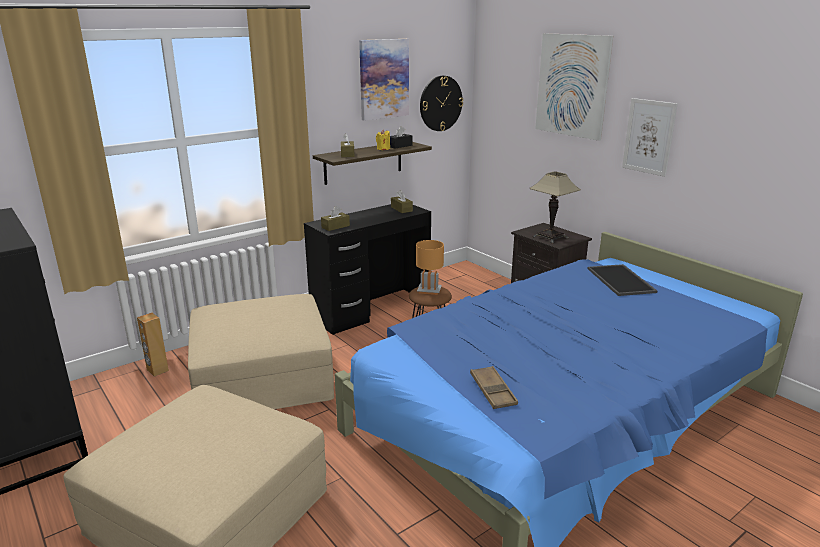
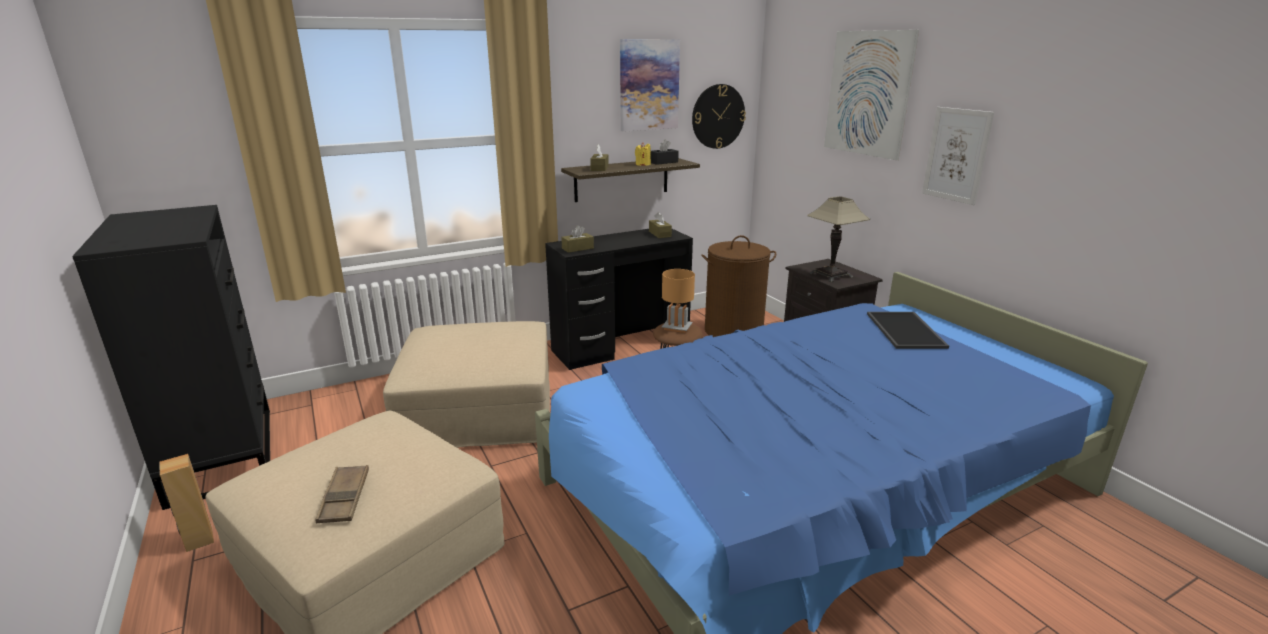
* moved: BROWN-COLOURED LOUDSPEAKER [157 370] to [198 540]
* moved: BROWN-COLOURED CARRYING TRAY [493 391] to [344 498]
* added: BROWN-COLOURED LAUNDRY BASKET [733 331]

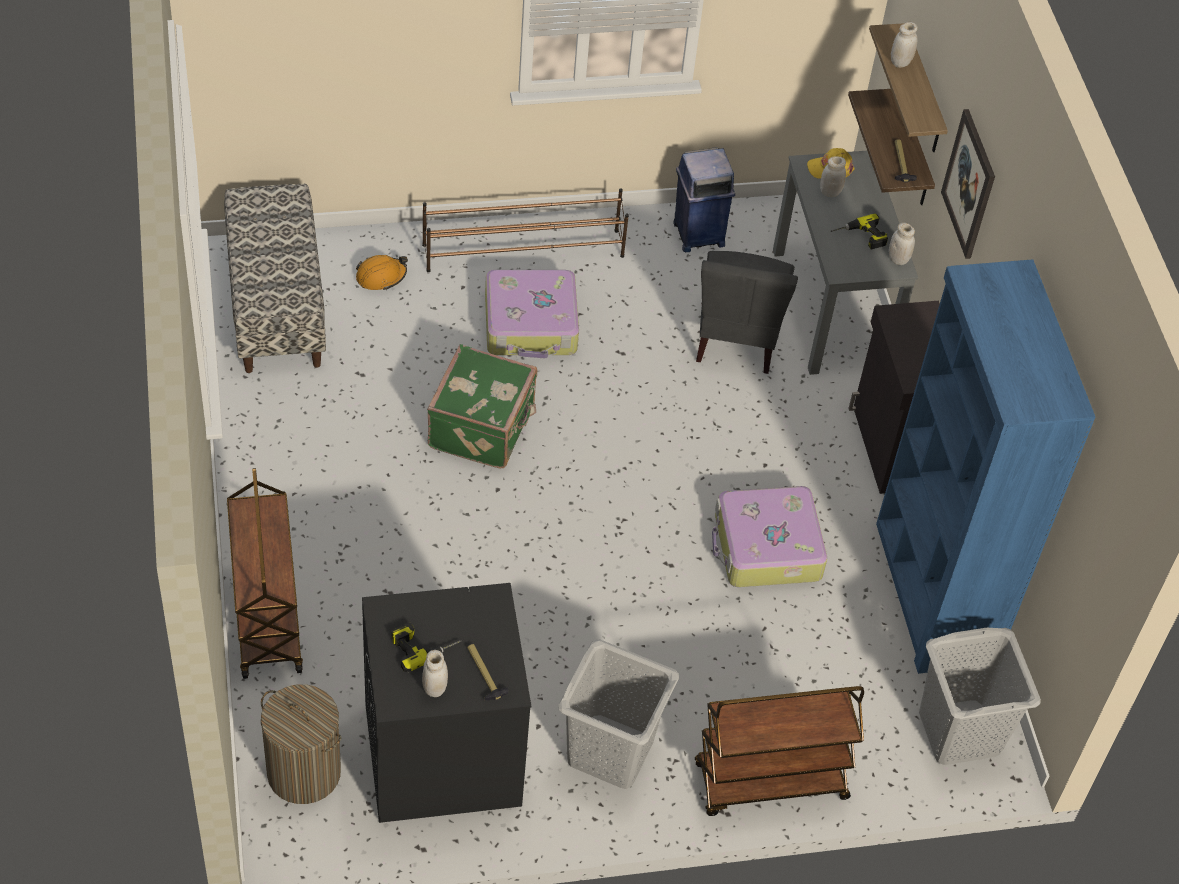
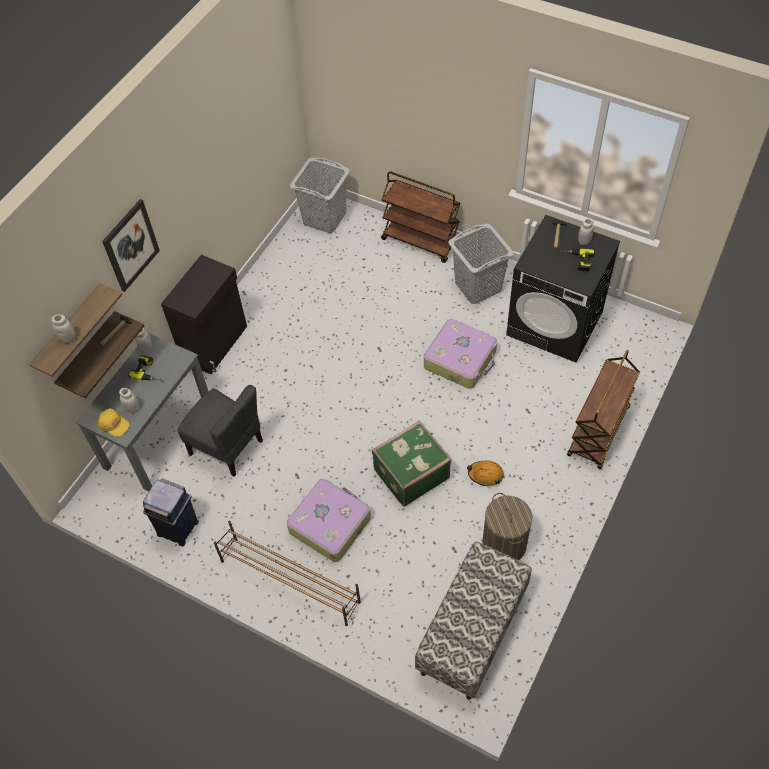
* turned: GREY UPRIGHT CHAIR [737 338] = [227 447] 75 degrees clockwise
* moved: ORANGE-COLOURED HARD HAT [381 276] to [485 474]
* removed: BLUISH BOOKCASE [933 593]
* moved: TRAVEL CASE [766 548] to [461 359]
* moved: LAUNDRY BASKET [304 772] to [504 544]

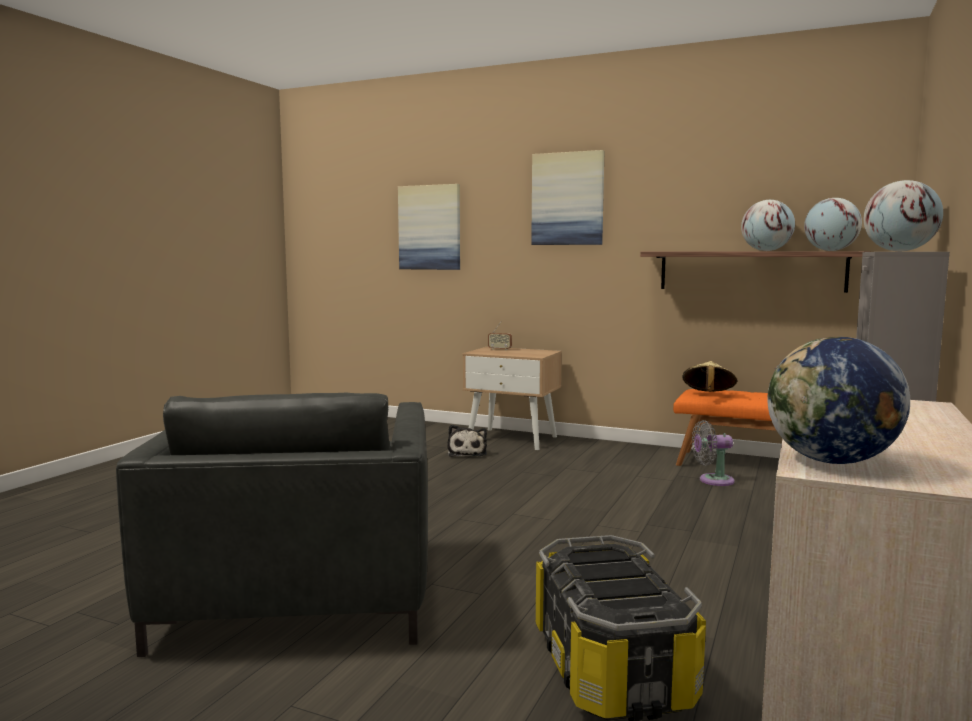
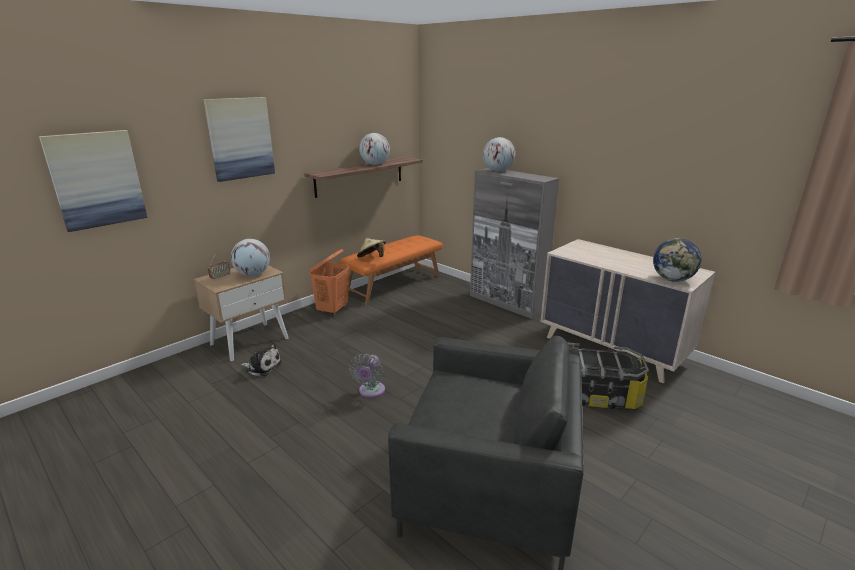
* moved: DESK GLOBE [830 251] to [253 274]
* moved: GREY ELECTRIC FAN [712 480] to [370 391]
* added: ORANGE-COLOURED LAUNDRY BASKET [333 310]

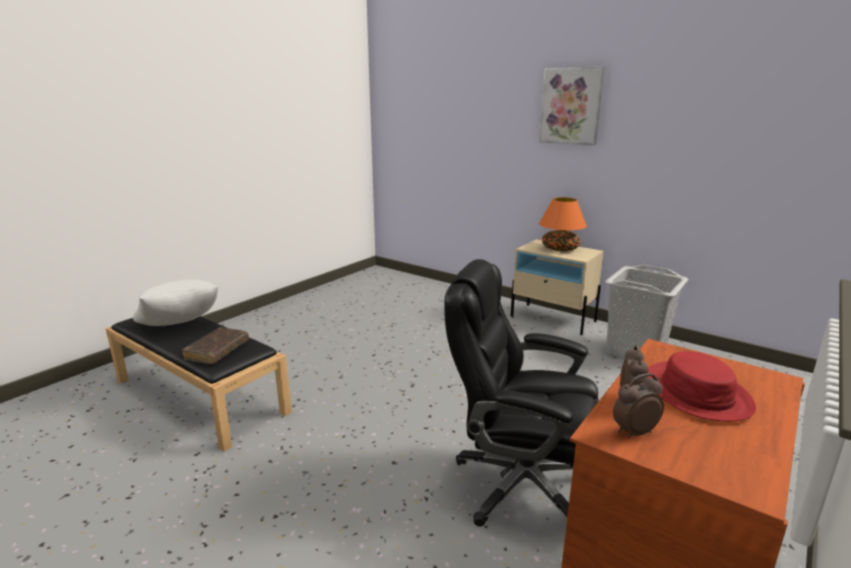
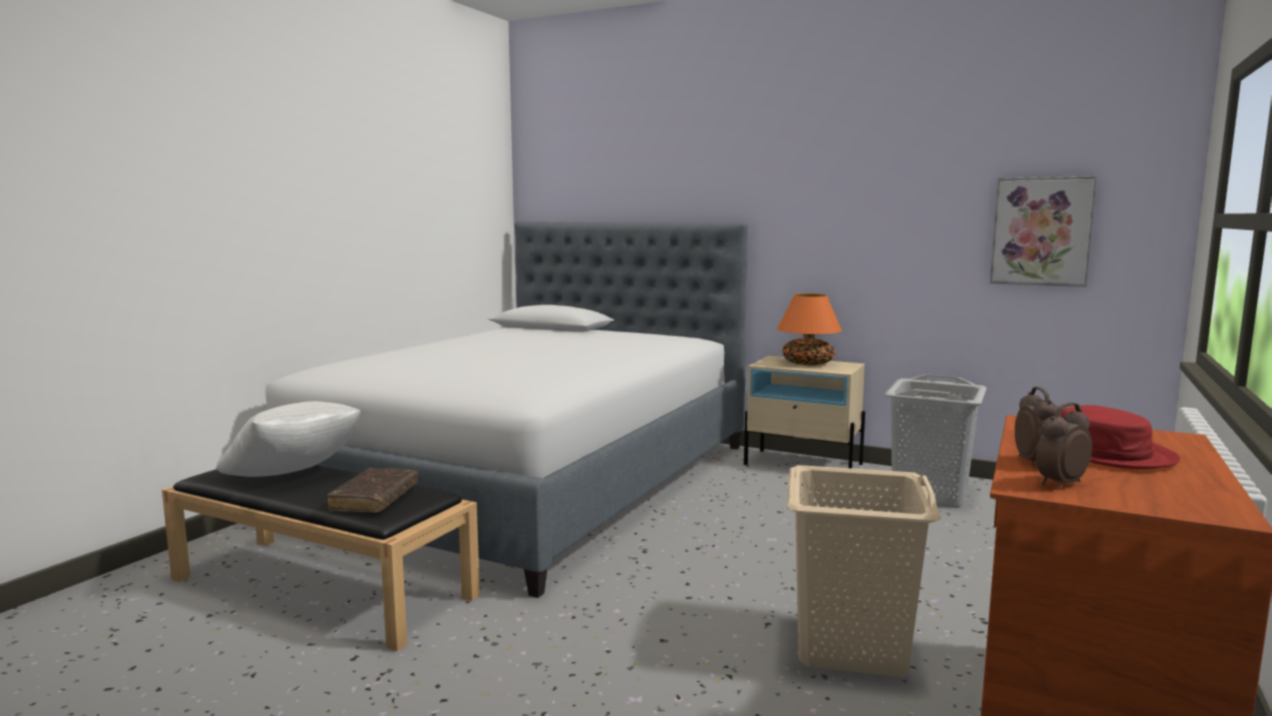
* moved: WALL PICTURE [571 106] to [1041 231]
* replaced: BLACKISH OFFICE CHAIR [519 484] to BEIGE LAUNDRY BASKET [849 647]
* added: BEDROOM BED [530 480]

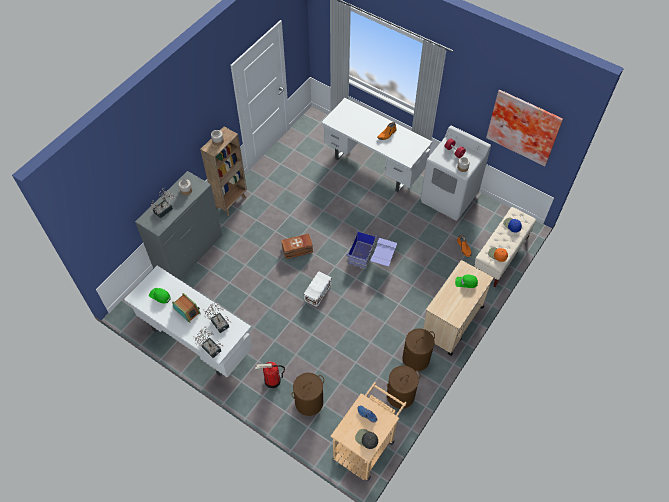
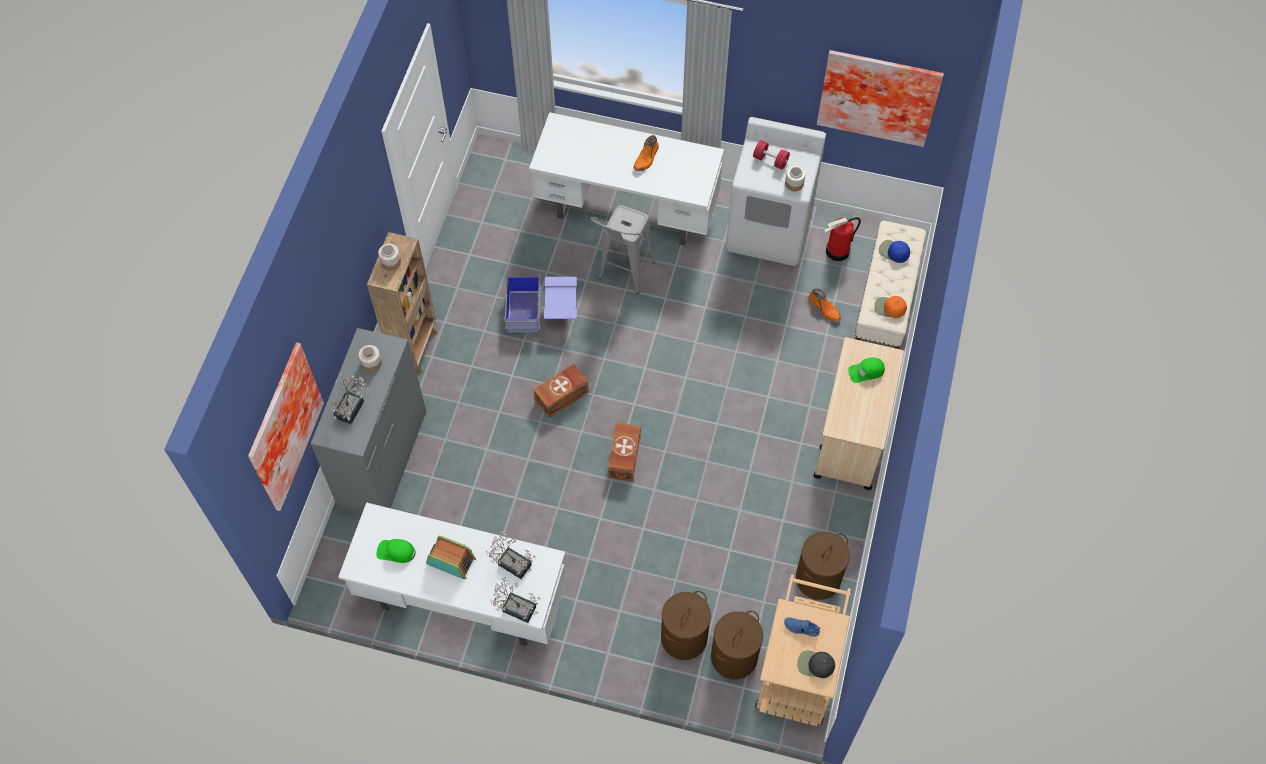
* moved: BLUISH STORAGE BOX [371 258] to [542 312]
* recoloured: WHITE-COLOURED STORAGE BOX [317 292] to BROWN-COLOURED STORAGE BOX [623 457]
* moved: BROWN-COLOURED LAUNDRY BASKET [416 358] to [734 656]
* moved: FIRE EXTINGUISHER [272 381] to [837 251]
* added: GREY SITTING STOOL [623 277]
* added: WALL PICTURE [281 426]

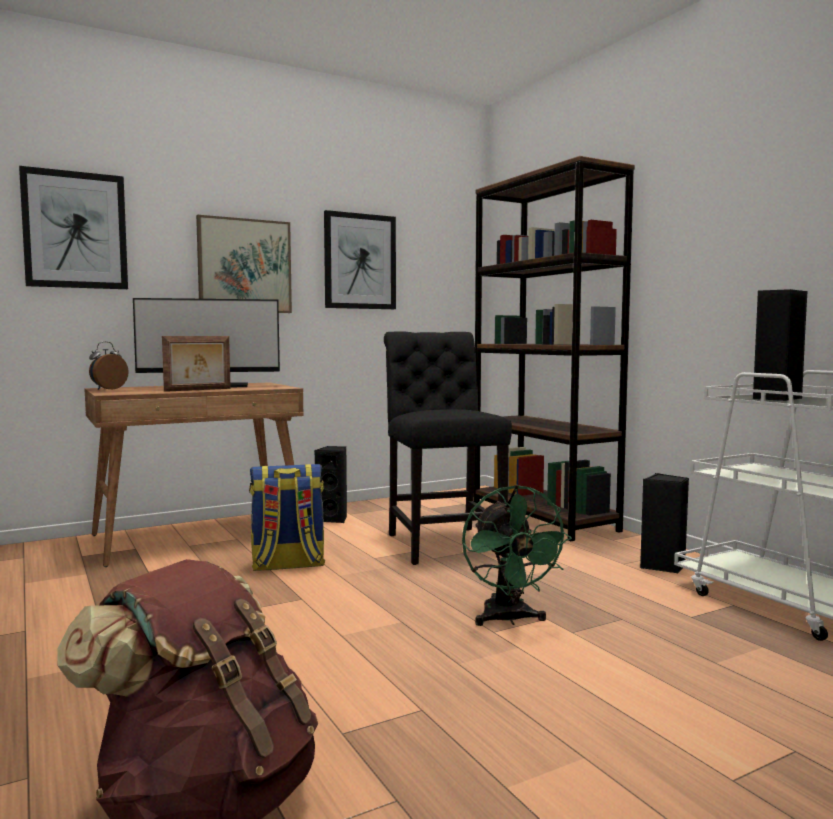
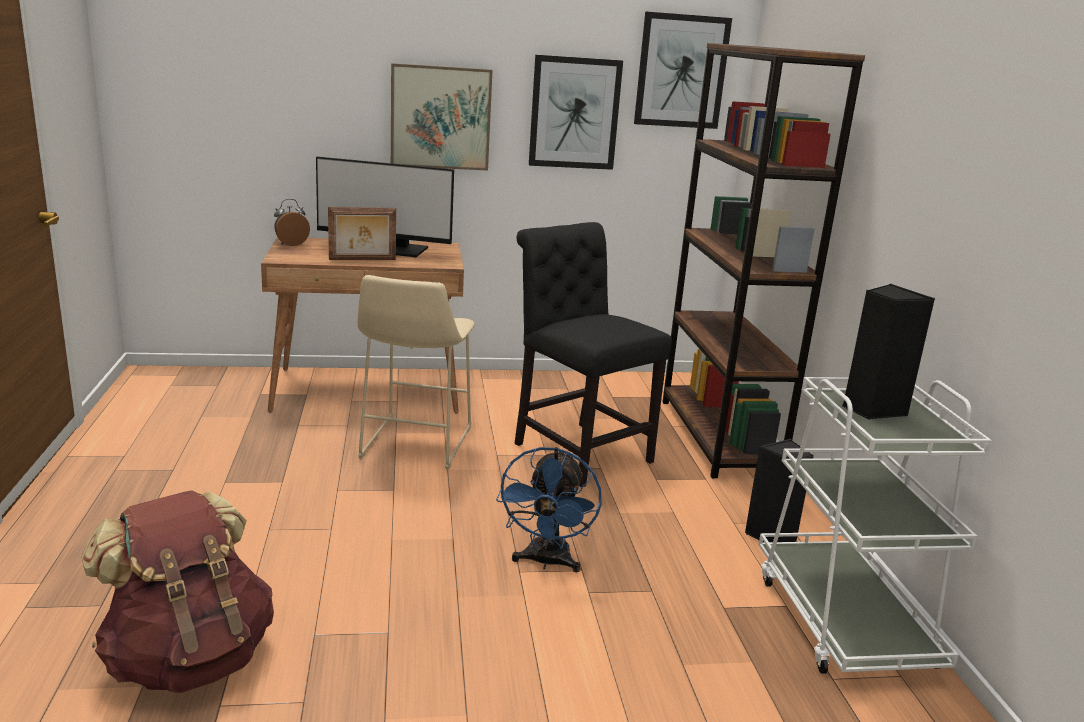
* moved: WALL PICTURE [75 230] to [681 71]
* turned: BLACKISH UPRIGHT CHAIR [442 543] = [578 450] 45 degrees counterclockwise
* removed: BLACKISH LOUDSPEAKER [333 519]
* replaced: RUCKSACK [287 565] to BEIGE SITTING STOOL [414 445]
* recoloured: GREEN-COLOURED ELECTRIC FAN [509 620] to BLUISH ELECTRIC FAN [546 562]

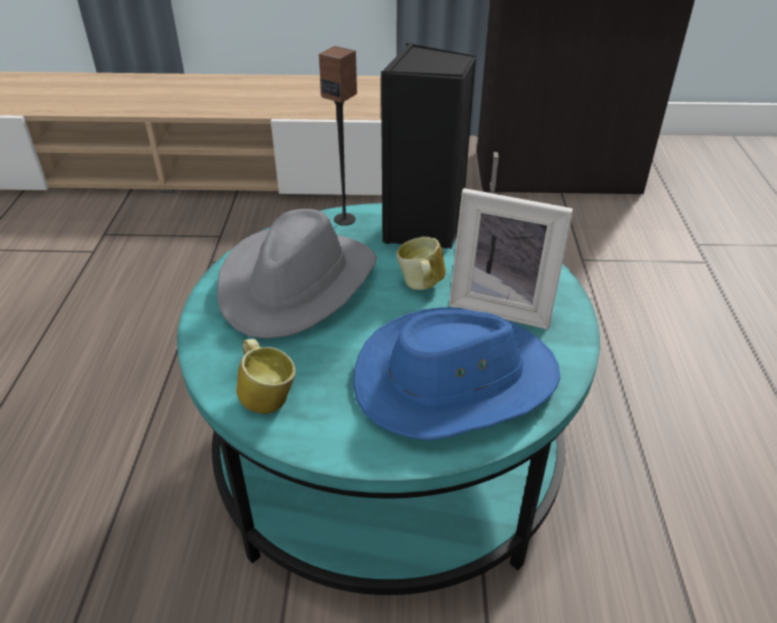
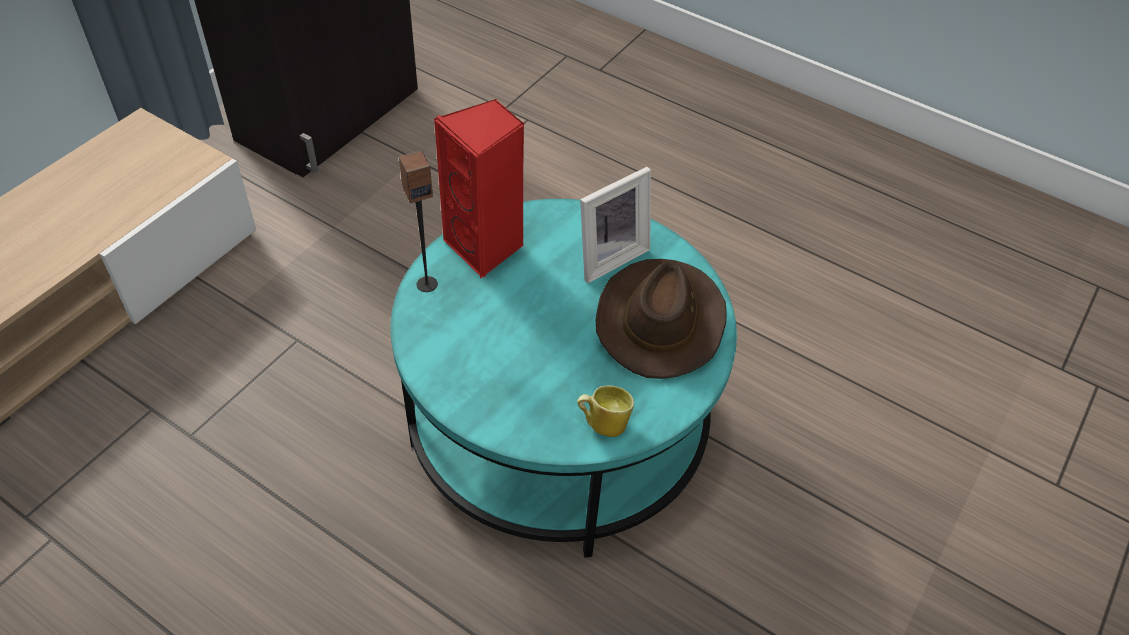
* recoloured: BLACKISH LOUDSPEAKER [423 230] to REDDISH LOUDSPEAKER [486 247]
* removed: GREY WEARABLE HAT [298 284]
* removed: TEA MUG [420 286]
* recoloured: BLUISH WEARABLE HAT [454 380] to BROWN-COLOURED WEARABLE HAT [660 320]

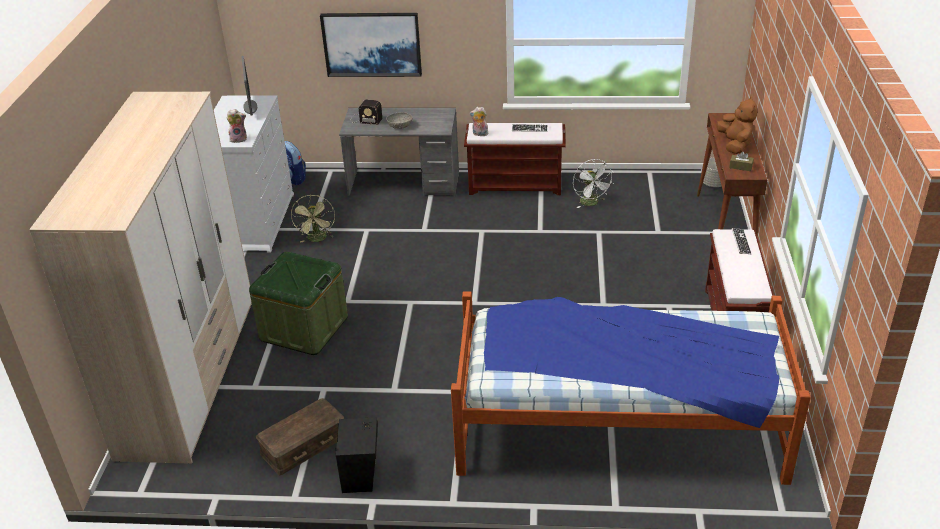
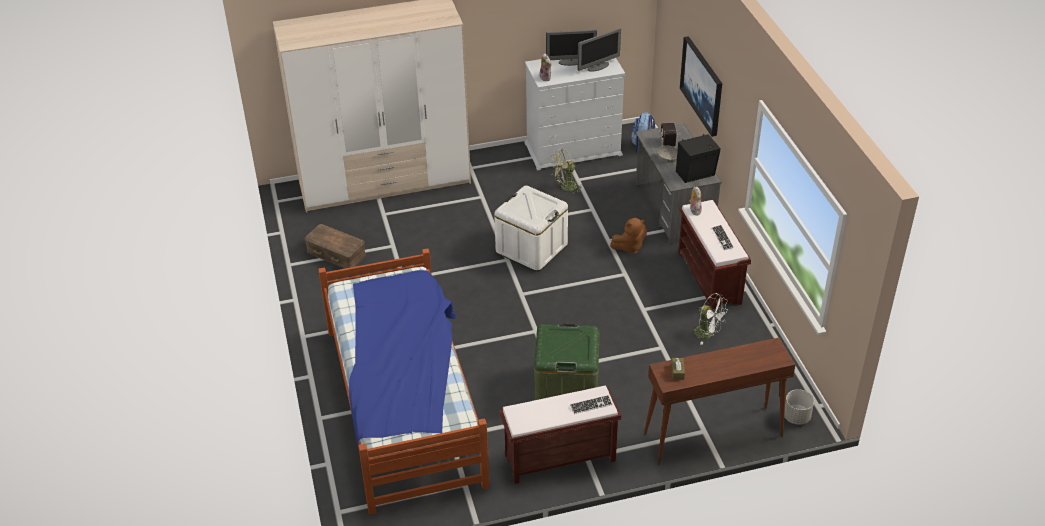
* moved: BROWN-COLOURED SOFT TOY [734 145] to [629 247]
* turned: WHITE-COLOURED ELECTRIC FAN [591 203] = [708 334] 105 degrees counterclockwise
* moved: GREEN-COLOURED STORAGE BOX [304 328] to [566 388]
* moved: BLACKISH LOUDSPEAKER [361 472] to [696 174]
* added: MONITOR [571 62]
* added: WHITE-COLOURED STORAGE BOX [531 248]

